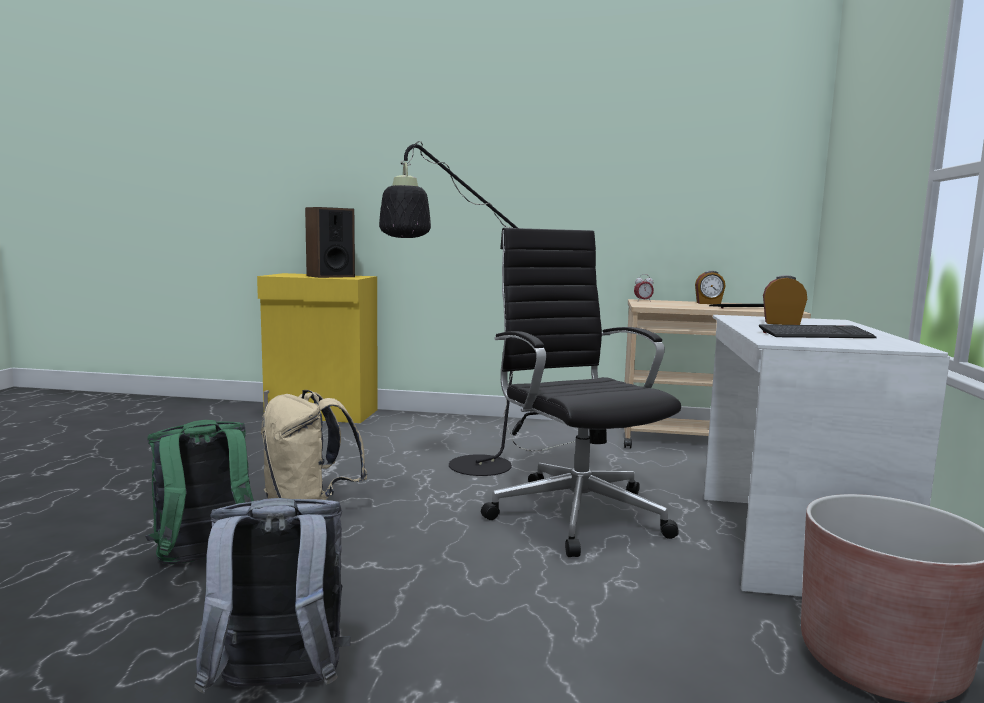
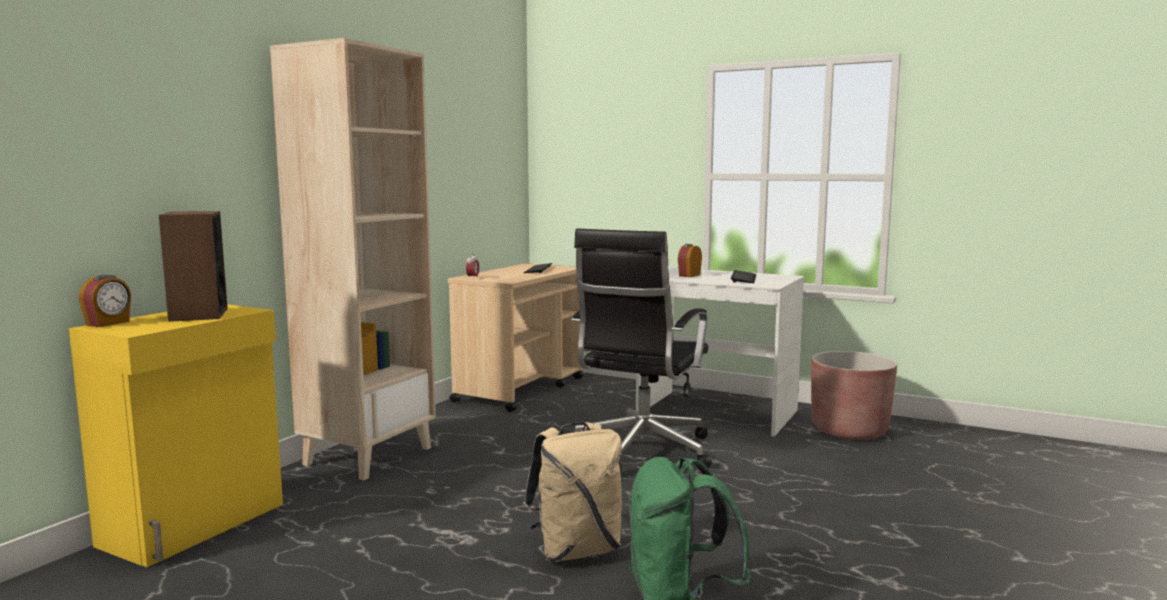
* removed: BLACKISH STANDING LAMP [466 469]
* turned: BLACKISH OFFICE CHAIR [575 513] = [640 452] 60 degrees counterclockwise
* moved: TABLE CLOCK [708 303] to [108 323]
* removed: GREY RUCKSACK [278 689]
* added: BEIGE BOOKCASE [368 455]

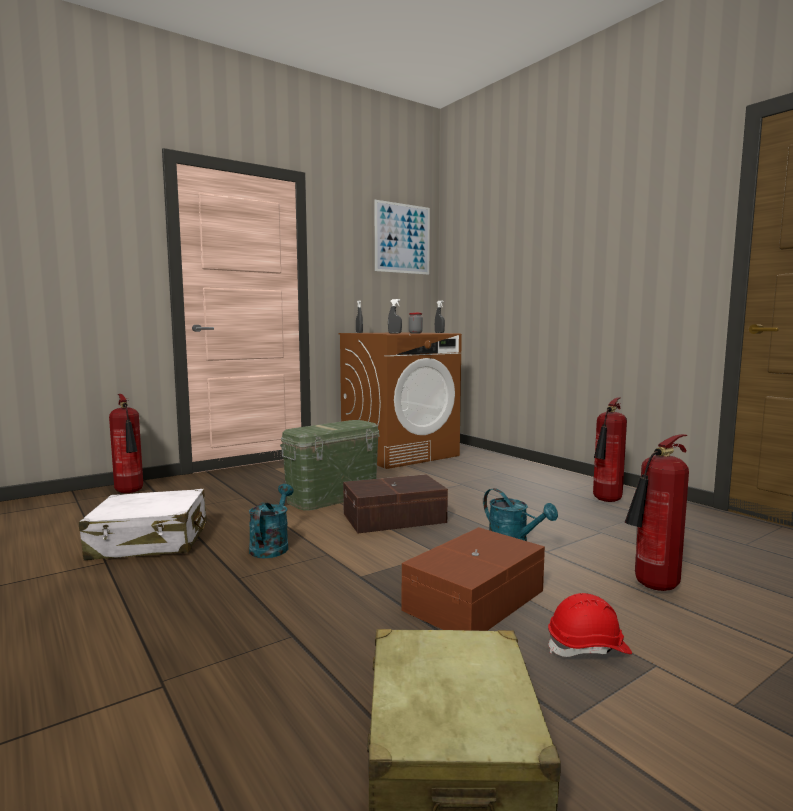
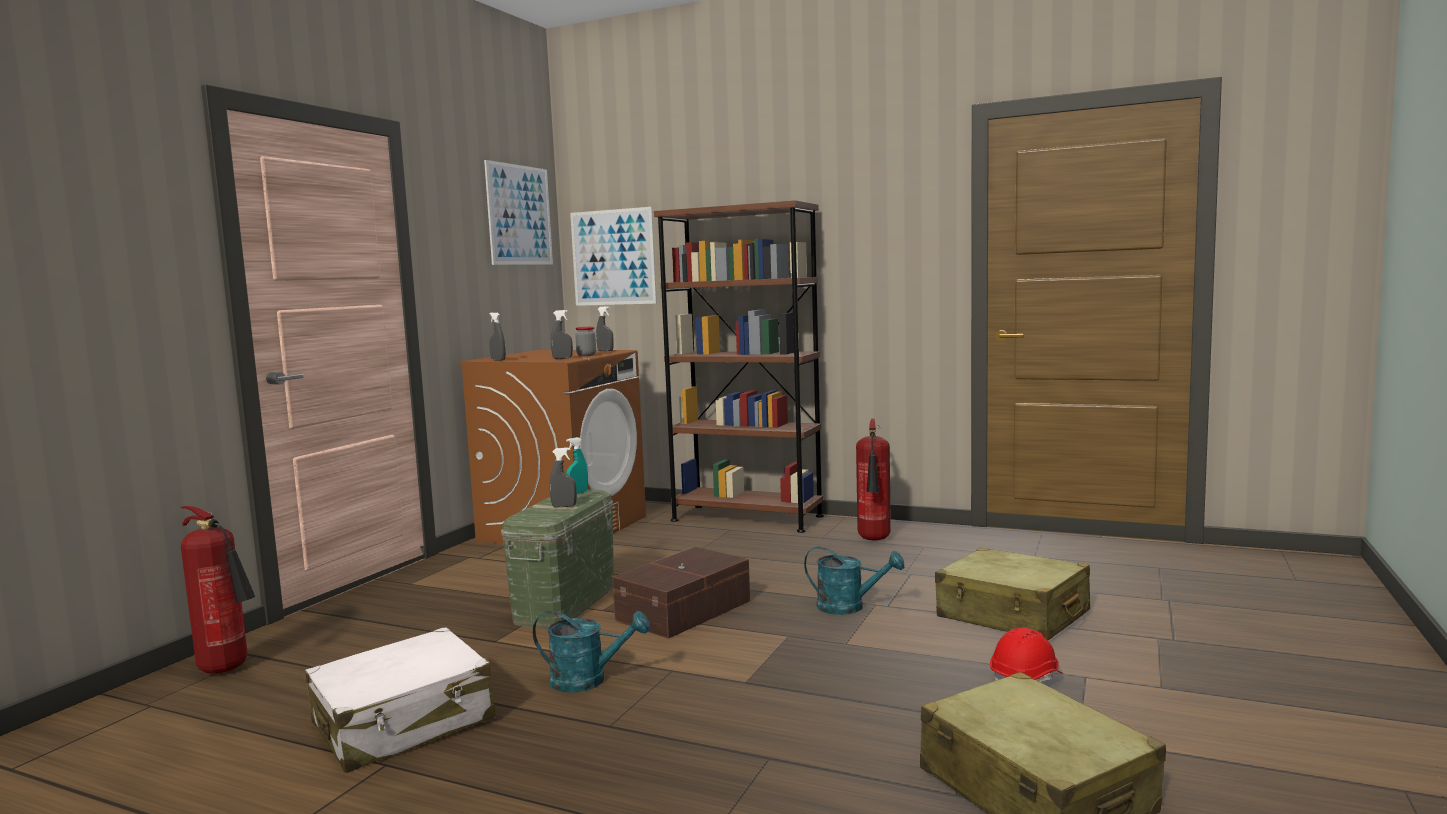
* replaced: FIRE EXTINGUISHER [653 588] to BEIGE TRAVEL CASE [1012 615]
* turned: TURQUOISE WATERING CAN [271 546] = [588 681] 120 degrees clockwise
* removed: BROWN-COLOURED STORAGE BOX [477 600]
* added: BROWN-COLOURED BOOKCASE [747 518]
* added: WALL PICTURE [613 257]
* added: TURQUOISE HAND SPRAYER [578 493]
* added: GREY HAND SPRAYER [564 506]

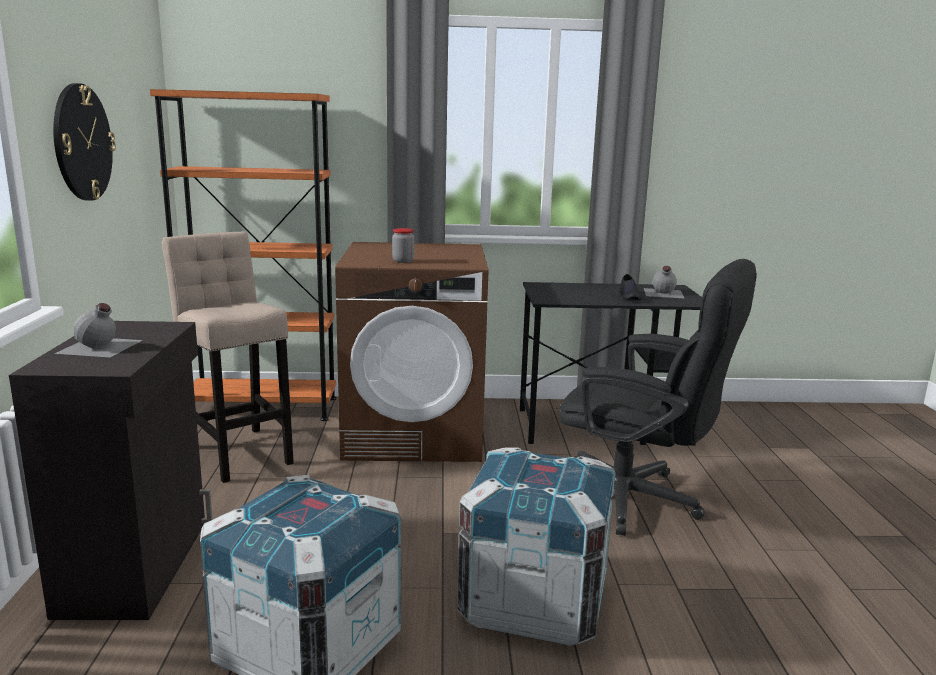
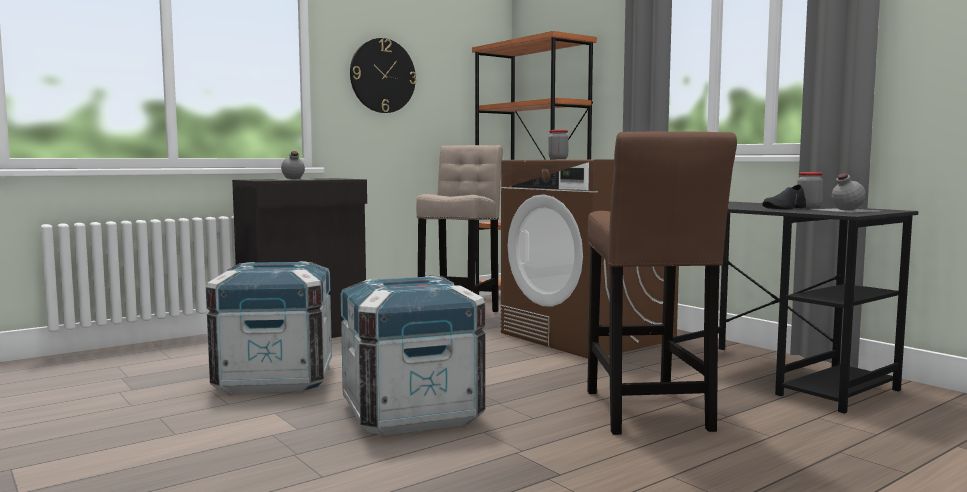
* replaced: BLACKISH OFFICE CHAIR [637 501] to BROWN-COLOURED SITTING STOOL [647 413]
* added: PRESERVE JAR [808 206]

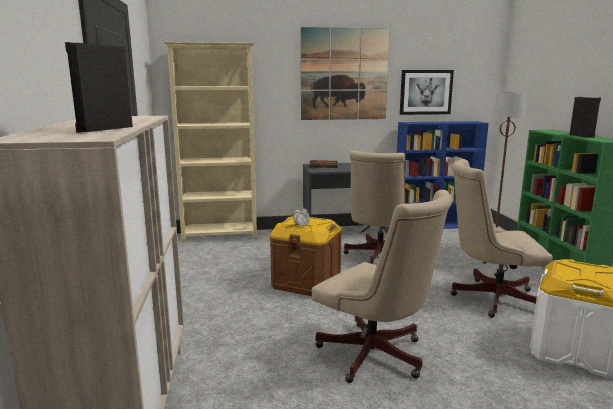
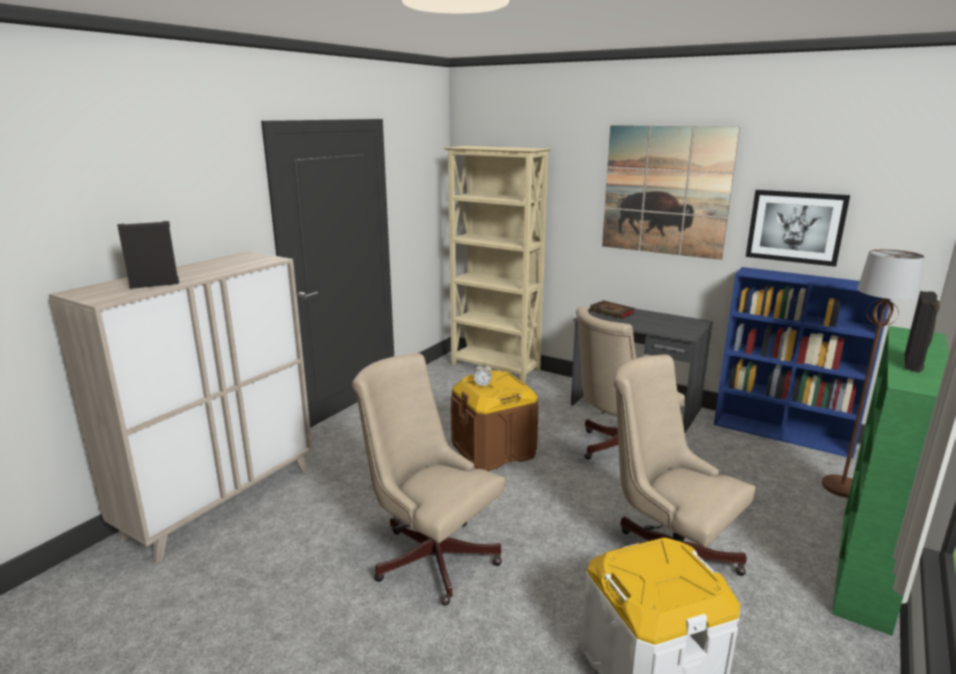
* turned: BEIGE OFFICE CHAIR [377 357] = [430 554] 135 degrees clockwise

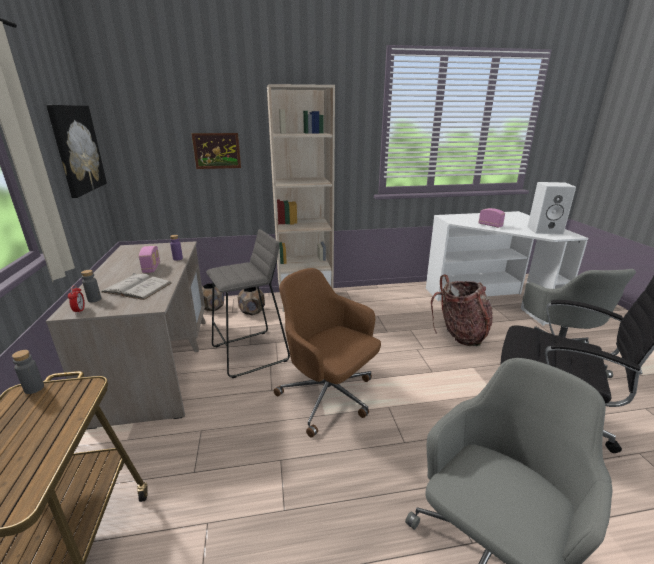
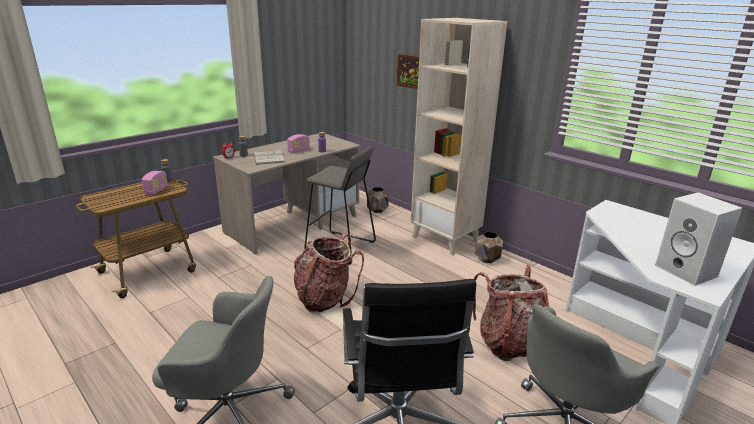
* removed: WALL PICTURE [77 149]
* moved: RADIO [490 225] to [156 190]
* replaced: BROWN-COLOURED OFFICE CHAIR [329 397] to RUCKSACK [325 298]
* moved: BROWN-COLOURED PLANTER [252 312] to [487 259]

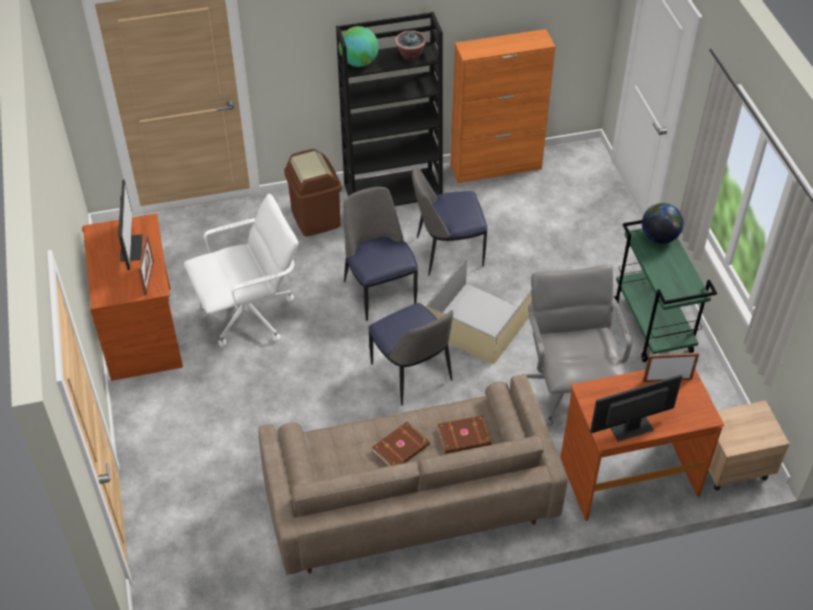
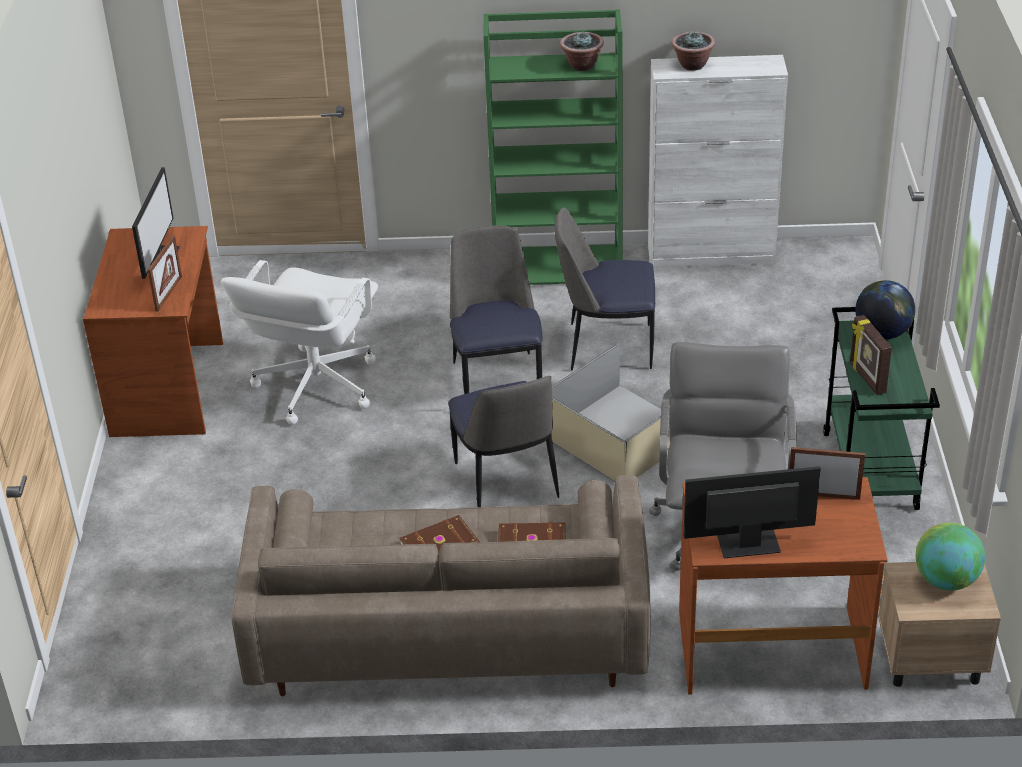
* recoloured: BLACKISH BOOKCASE [393 190] to GREEN-COLOURED BOOKCASE [559 267]
* moved: DESK GLOBE [359 62] to [946 580]
* recoloured: ORANGE-COLOURED CABINET [496 167] to WHITE-COLOURED CABINET [711 254]
* removed: BROWN-COLOURED TRASH CAN [315 218]
* turned: WHITE-COLOURED OFFICE CHAIR [250 315] = [315 386] 120 degrees clockwise
* added: HOUSEPLANT [692 65]
* added: STANDING FRAME [866 378]

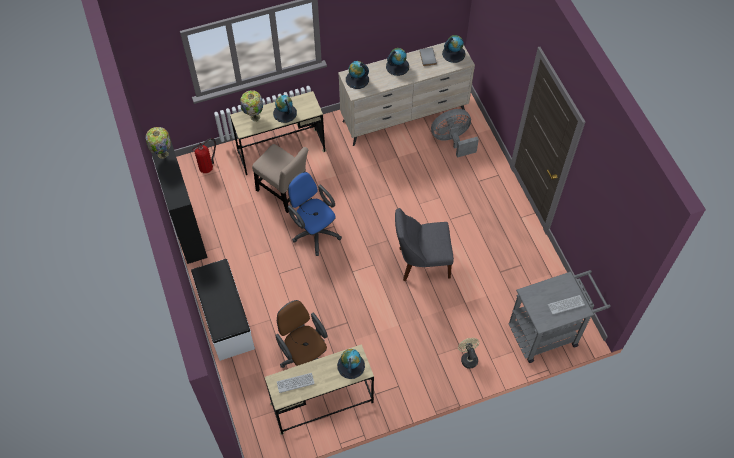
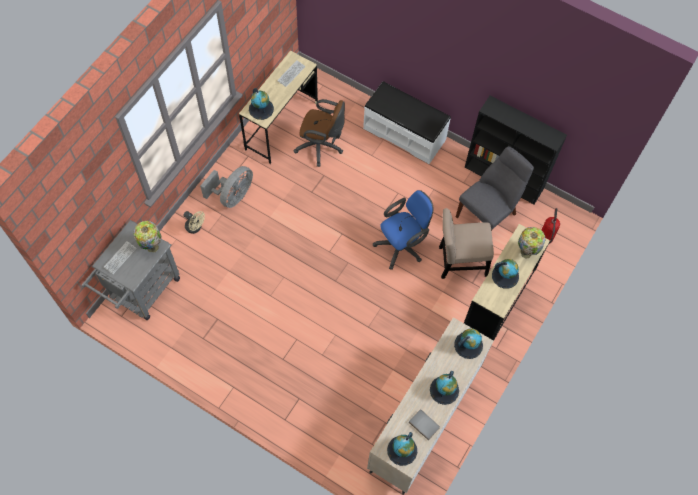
* moved: GREY ELECTRIC FAN [452 141] to [232 196]
* moved: TABLETOP LAMP [162 155] to [152 246]
* turned: BLUISH OFFICE CHAIR [314 231] = [402 245] 45 degrees counterclockwise
* moved: GREY UPRIGHT CHAIR [421 262] to [488 214]

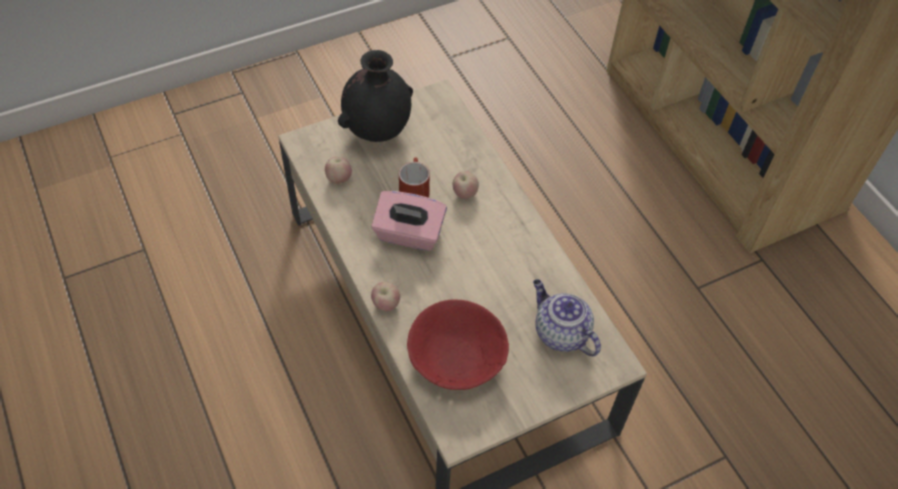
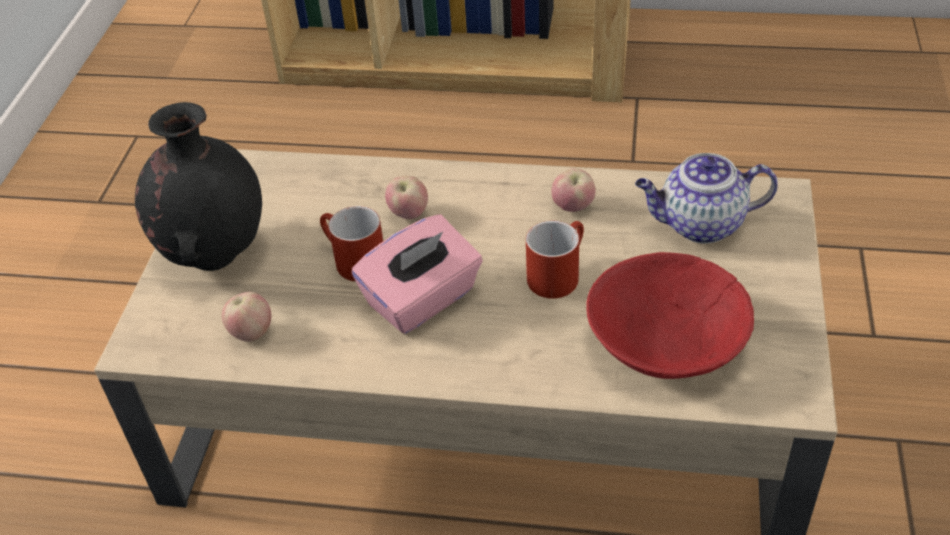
* moved: APPLE FRUIT [386 304] to [573 207]
* added: REDDISH TEA MUG [557 273]

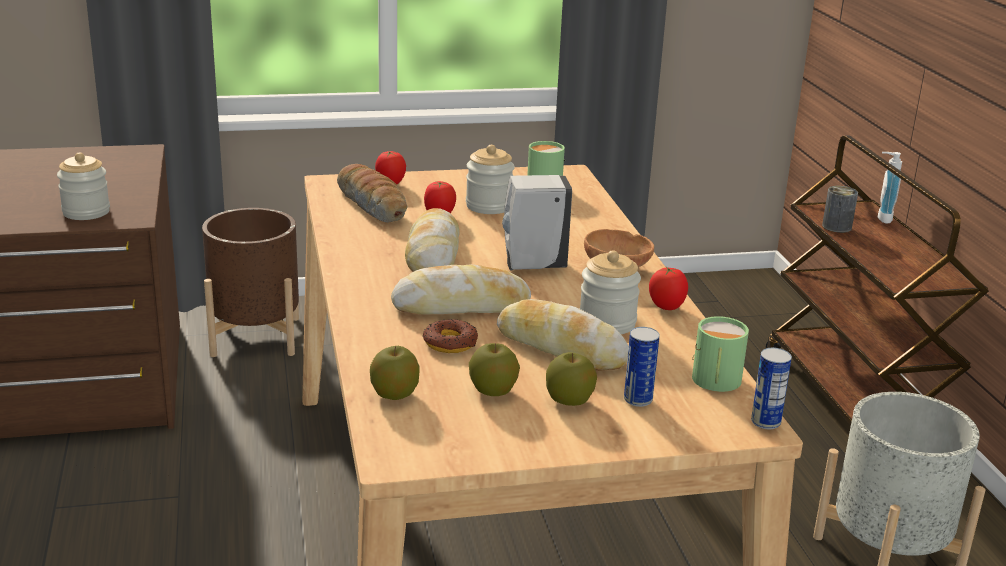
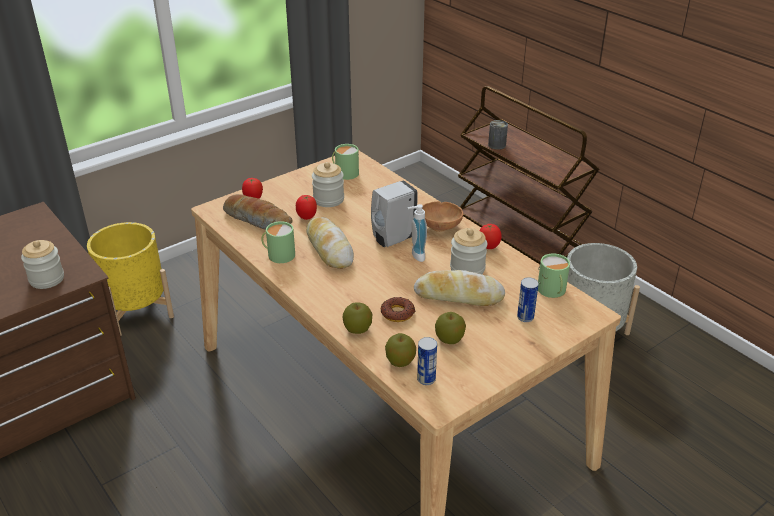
* moved: SOAP BOTTLE [881 218] to [415 255]
* recoloured: BROWN-COLOURED PLANTER [255 336] to YELLOWISH PLANTER [136 311]
* removed: BAKED BREAD [461 306]
* moved: METAL CAN [765 422] to [426 379]
* moved: APPLE FRUIT [569 401] to [357 329]
* added: GREEN-COLOURED TEA MUG [278 254]

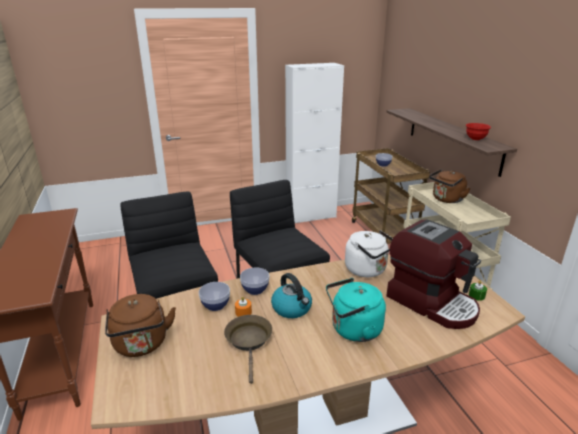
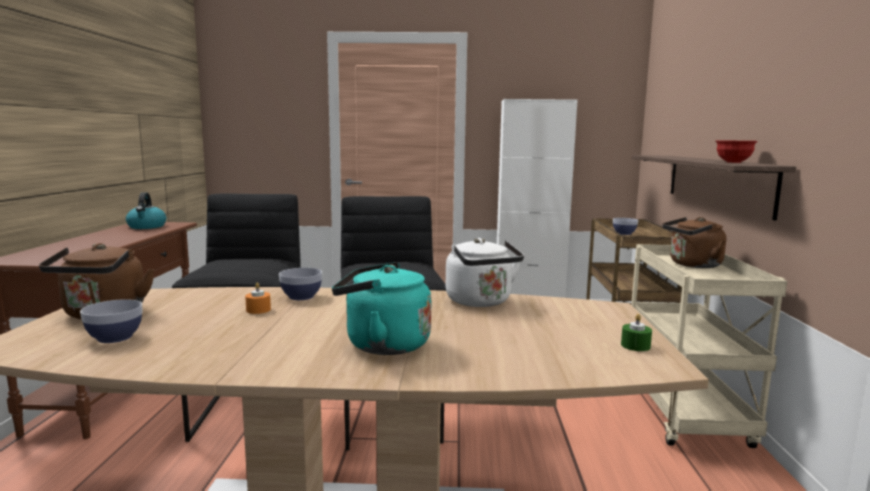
* removed: COFFEE MACHINE [432 302]
* moved: KETTLE [292 308] to [147 227]
* moved: BOWL [215 305] to [115 337]
* removed: BROWN-COLOURED SKILLET [249 341]

